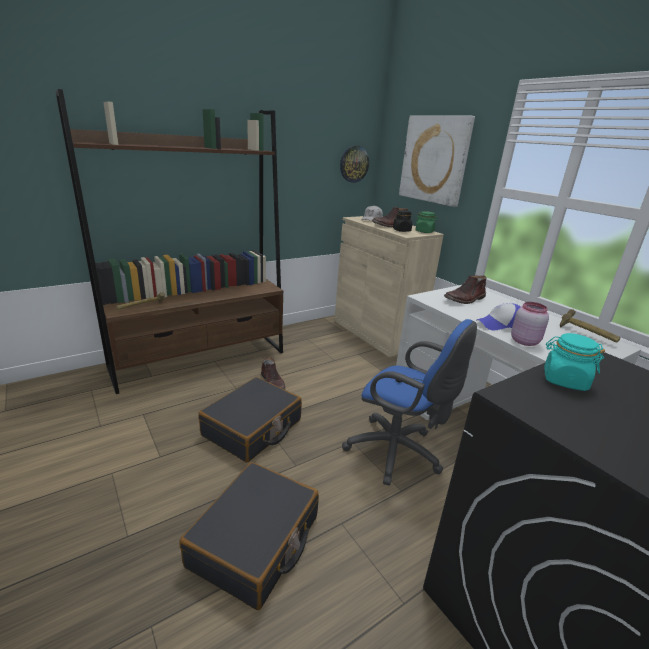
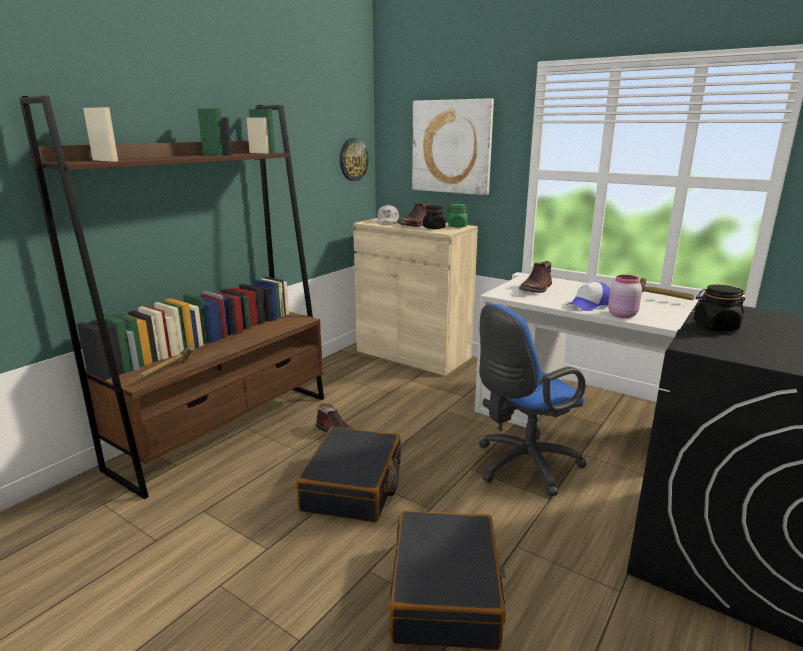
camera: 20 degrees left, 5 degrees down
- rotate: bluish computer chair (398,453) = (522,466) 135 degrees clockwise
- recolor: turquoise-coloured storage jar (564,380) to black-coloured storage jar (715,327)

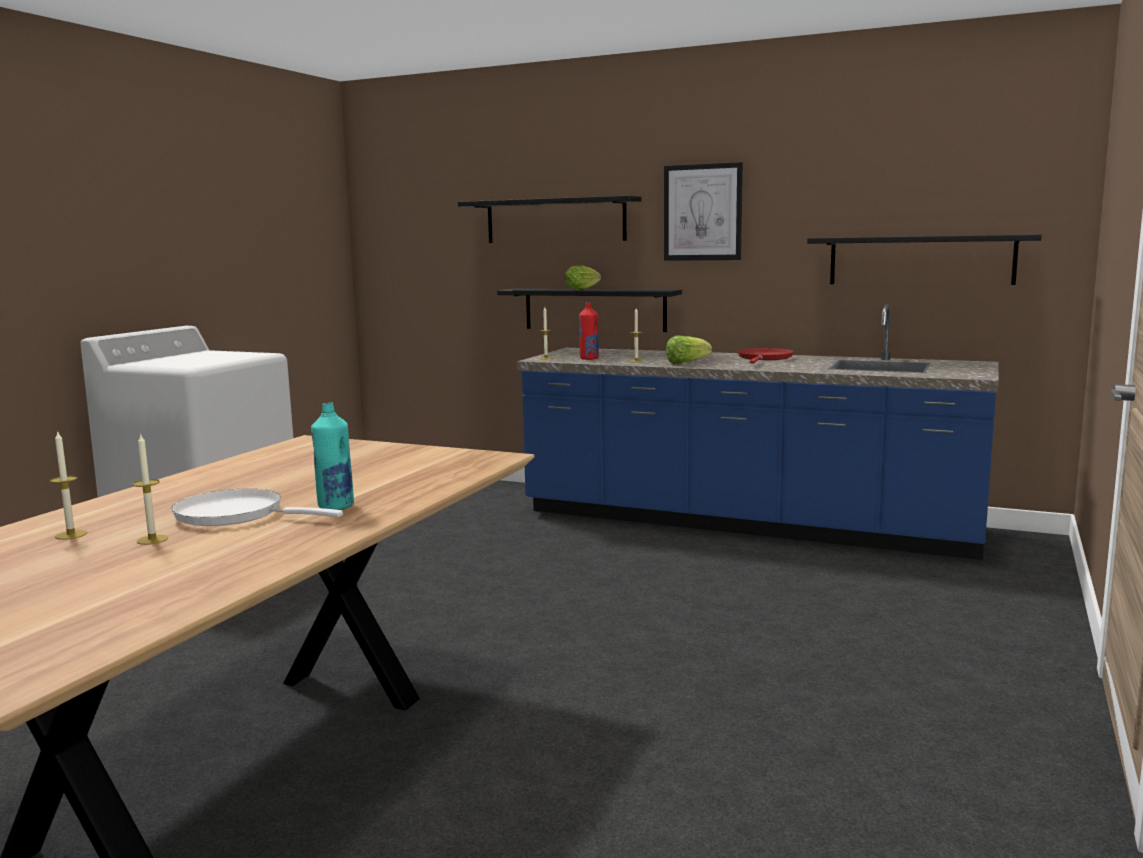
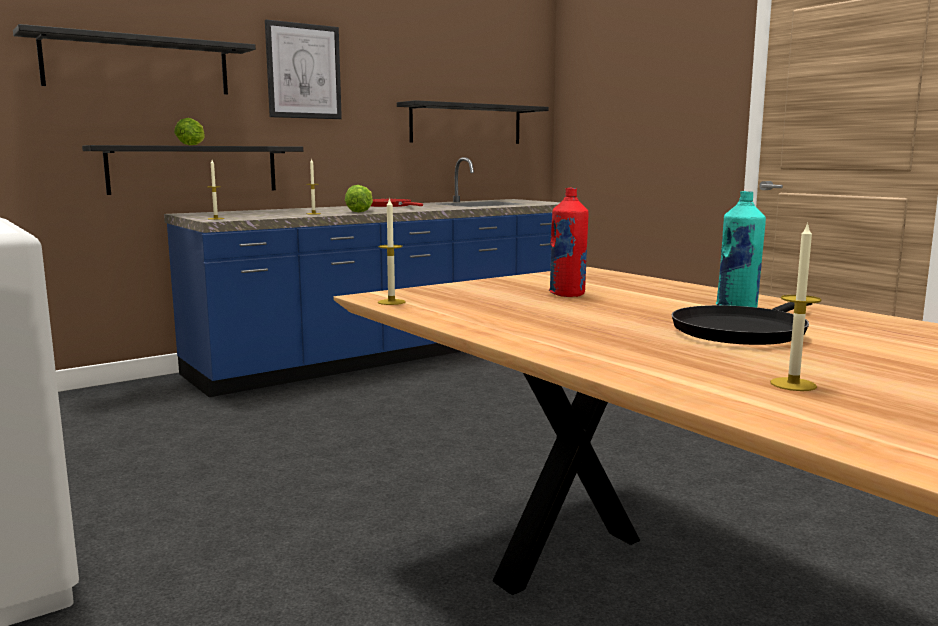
camera: 60 degrees left, 0 degrees up
- move: wax candle (152,540) to (391,302)
- recolor: white-coloured pan (236,515) to black-coloured pan (742,331)
- move: reddish drink bottle (589,358) to (567,294)

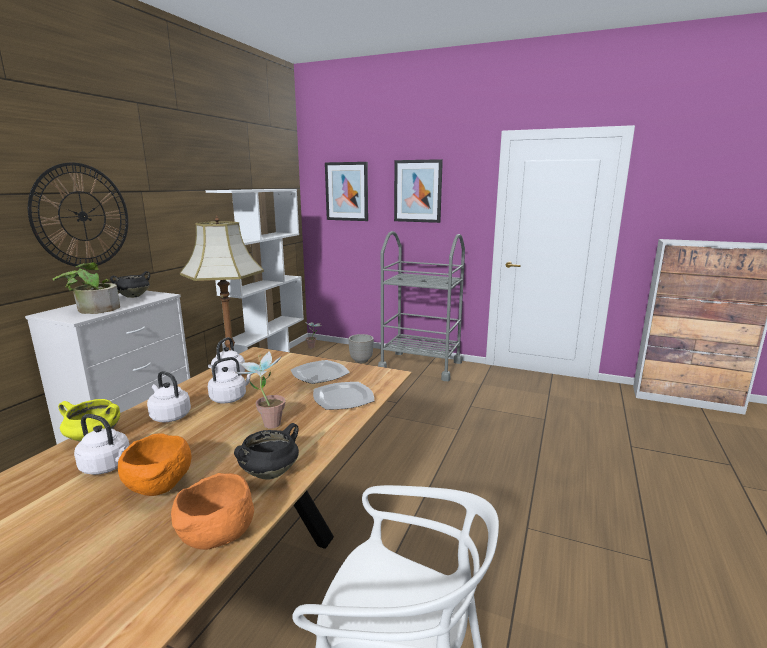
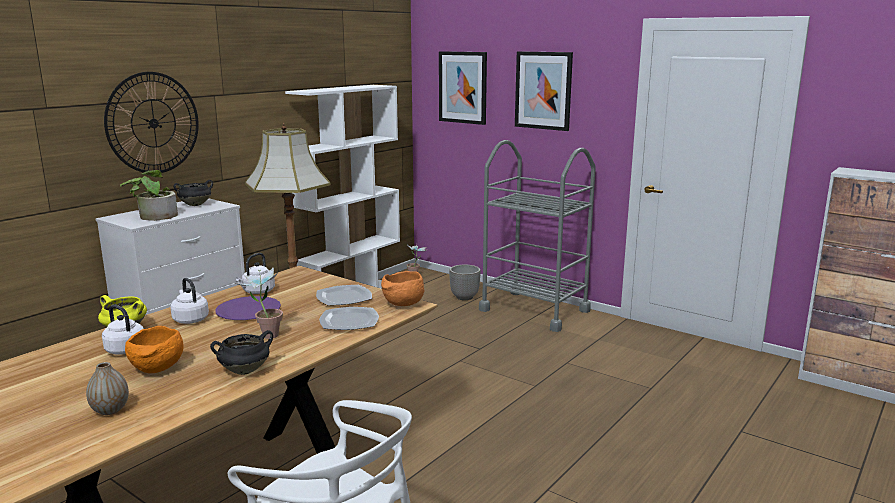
camera: 15 degrees right, 0 degrees up
- move: orange serving bowl (217,538) to (403,305)
- replace: white-coloured kettle (230,398) to purplish plate (248,310)
- insert: vase (110,410)

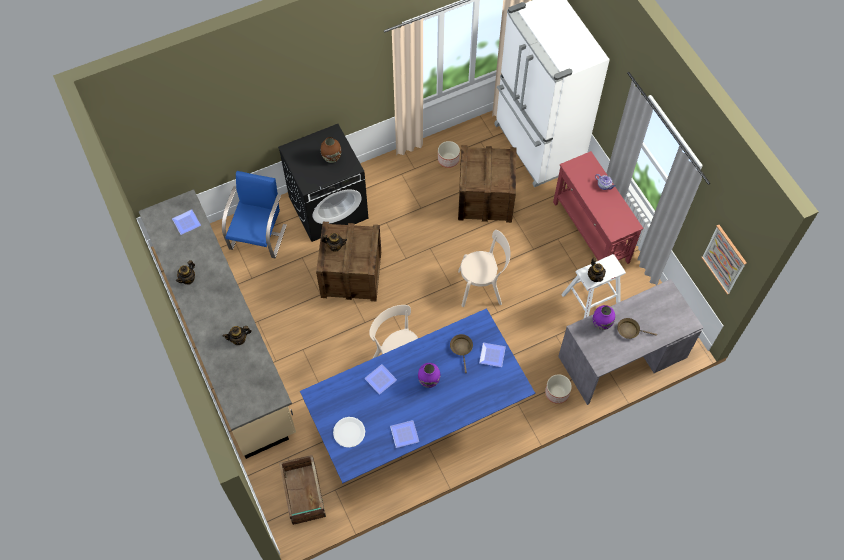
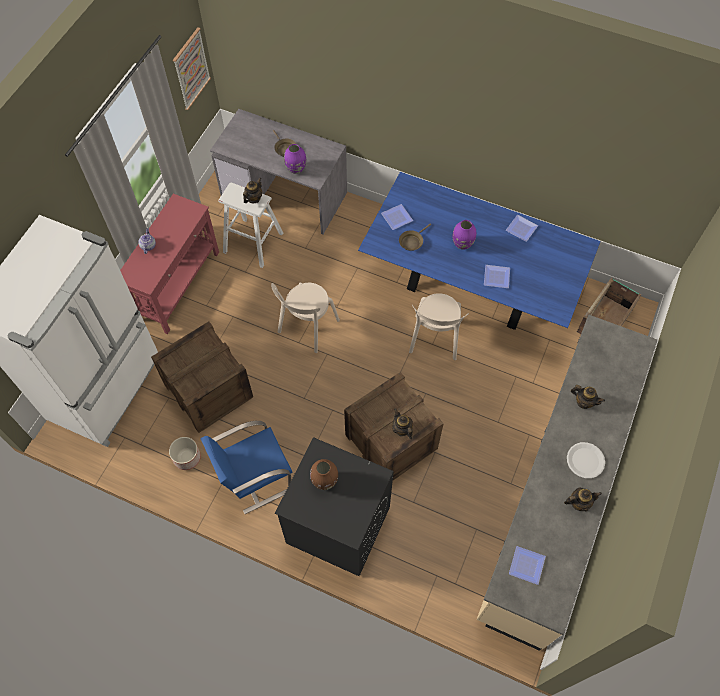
camera: 130 degrees left, 0 degrees up
- move: bluish chair (258,236) to (254,477)
- move: white-coloured plate (349,432) to (585,460)
- rotate: beige-coloured chair (482,287) = (307,328) 105 degrees counterclockwise
- delete: planter (556,392)

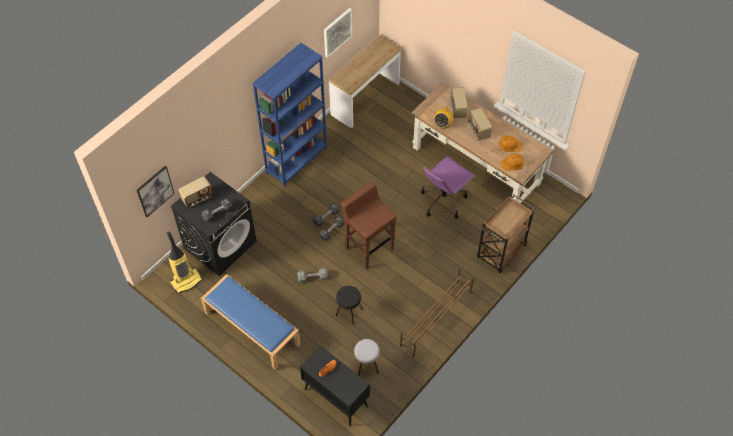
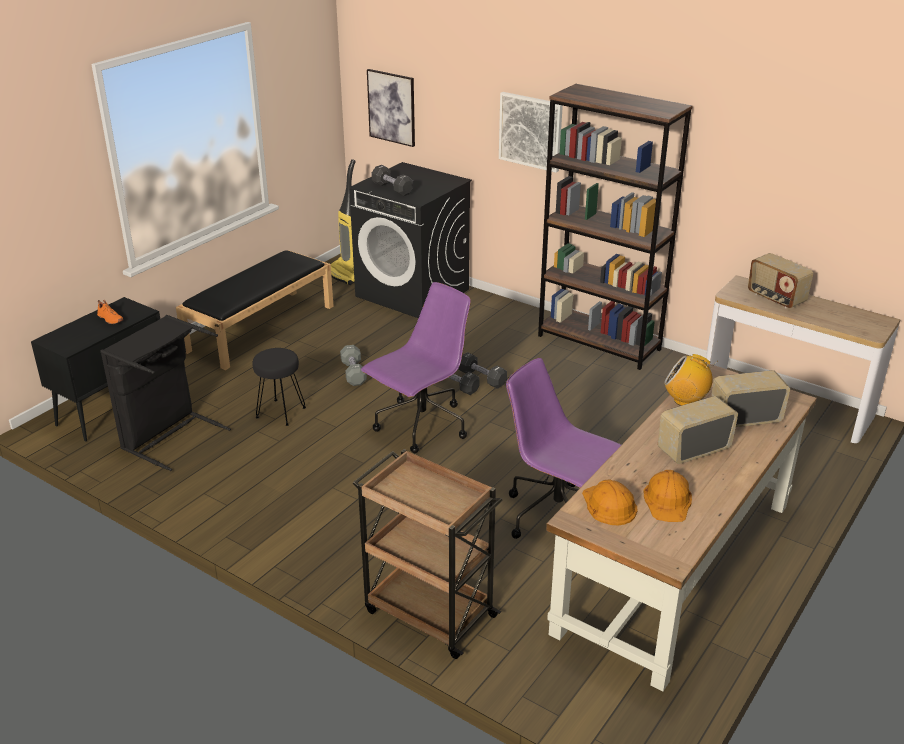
camera: 85 degrees right, 25 degrees down
- move: radio (197,198) to (775,298)
- recolor: bluish bench (251,328) to black-coloured bench (261,327)
- recolor: bluish bookcase (296,160) to brown-coloured bookcase (599,343)
- move: wall art (337,32) to (530,131)
- replace: brown-coloured sitting stool (368,248) to purplish computer chair (421,426)
- replace: grey sitting stool (366,365) to black-coloured laundry basket (169,436)
- delete: brown-coloured shoe shelf (435,319)

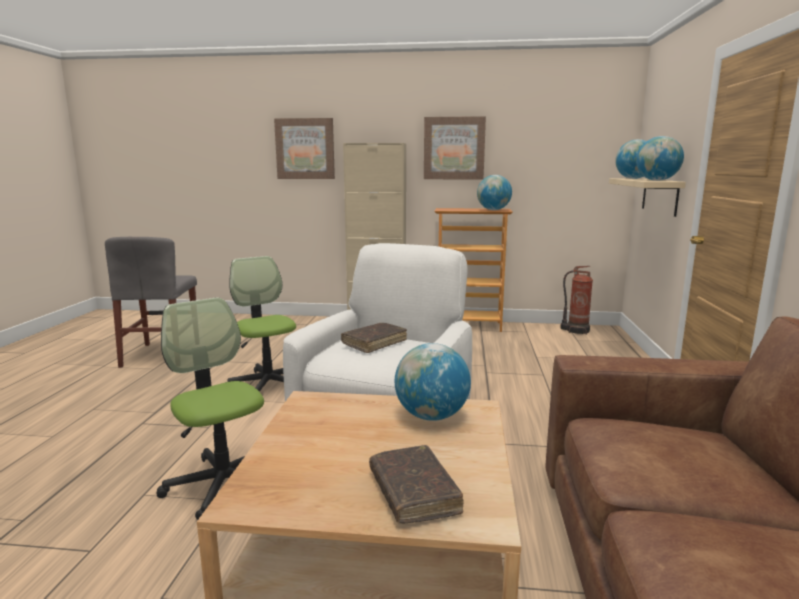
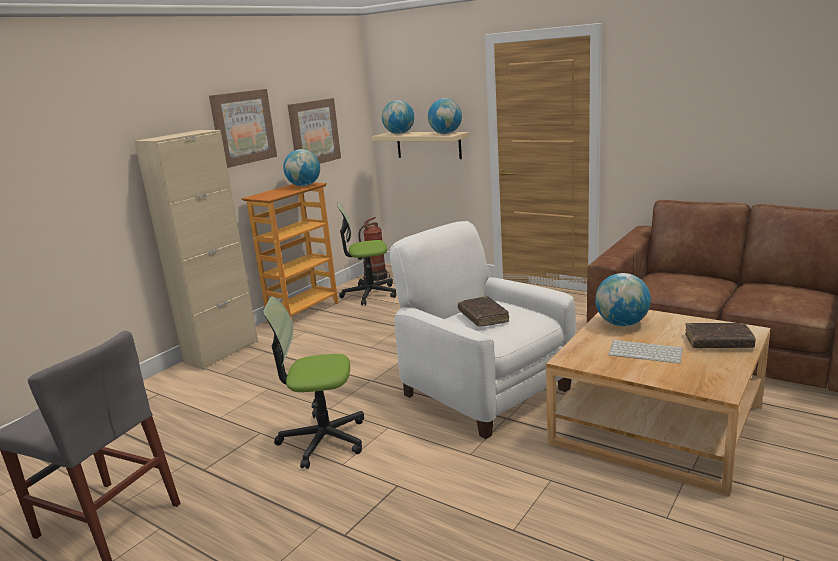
camera: 60 degrees left, 5 degrees up
- move: computer chair (223,483) to (369,294)
- move: wall art (305,149) to (313,132)
- insert: PC keyboard (646,352)

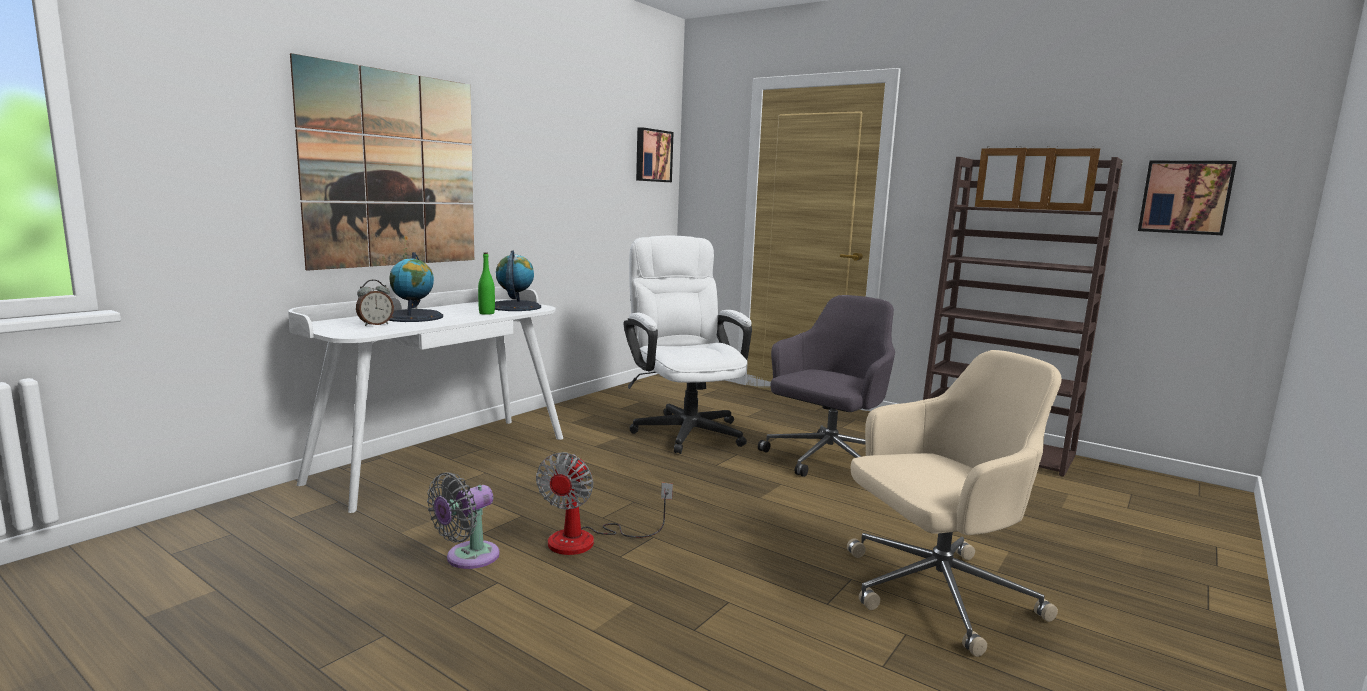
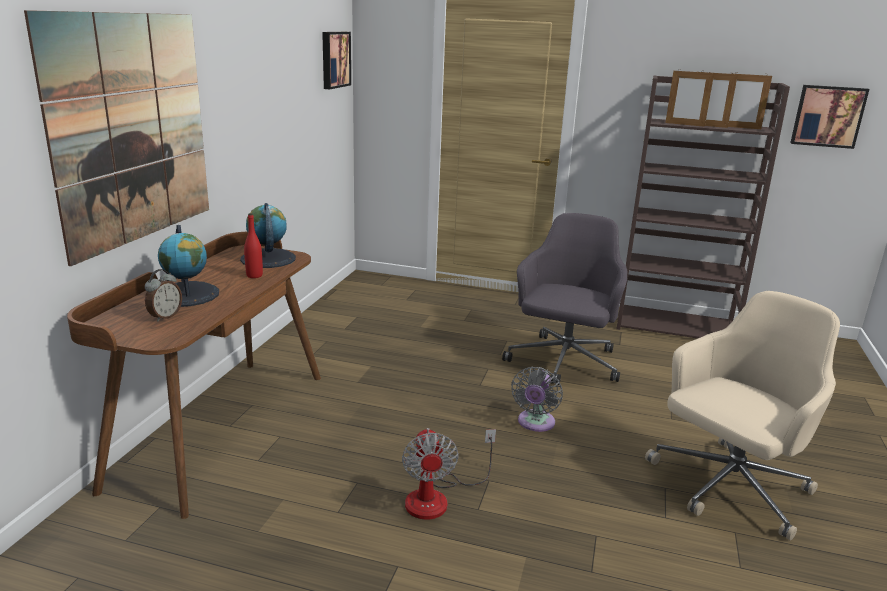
camera: 20 degrees left, 10 degrees up
- recolor: white-coloured desk (442,458) to brown-coloured desk (220,427)
- move: grey fan (467,558) to (535,423)
- recolor: green-coloured drink bottle (486,313) to reddish drink bottle (254,275)
- delete: white-coloured computer chair (684,429)

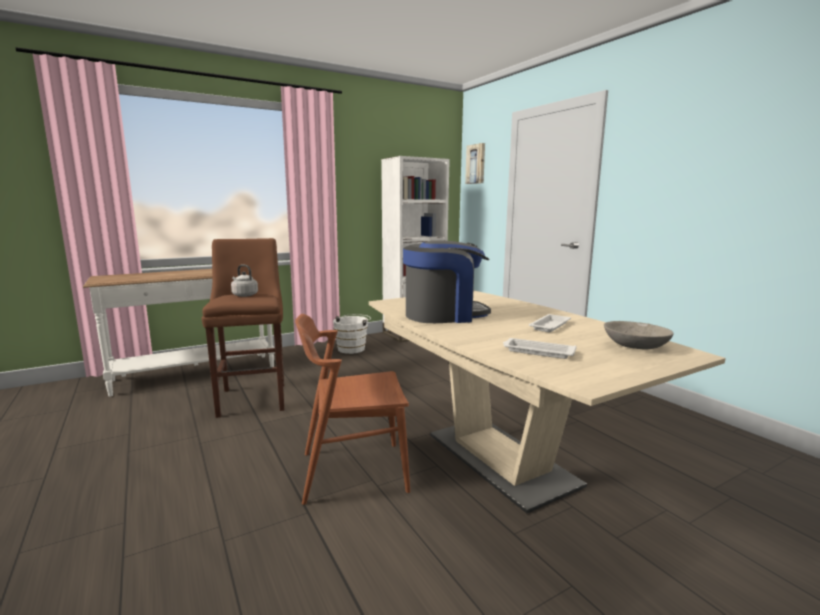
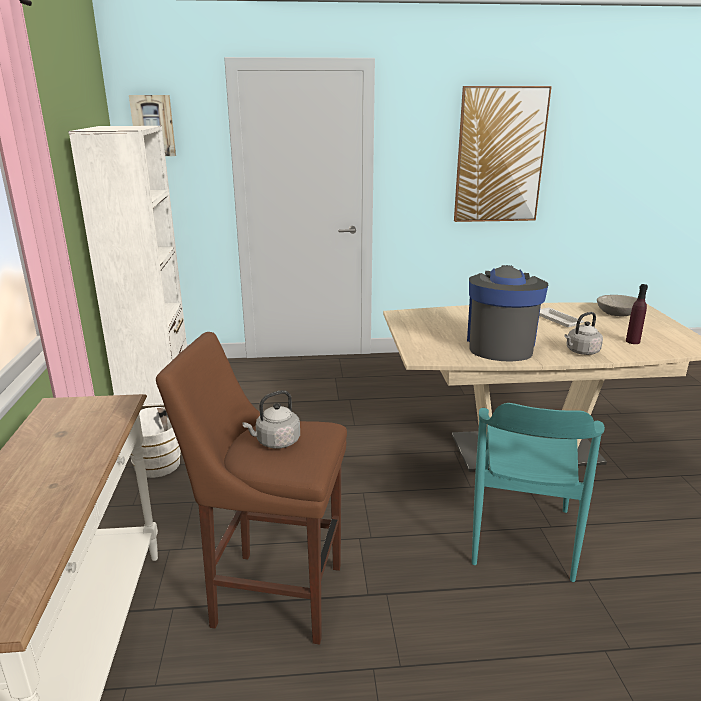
camera: 65 degrees left, 10 degrees up
- recolor: brown-coloured chair (353,471) to turquoise-coloured chair (521,536)
- replace: white-coloured carrying tray (537,352) to purplish drink bottle (632,341)
- insert: wall art (499,155)
- insert: grey kettle (581,352)

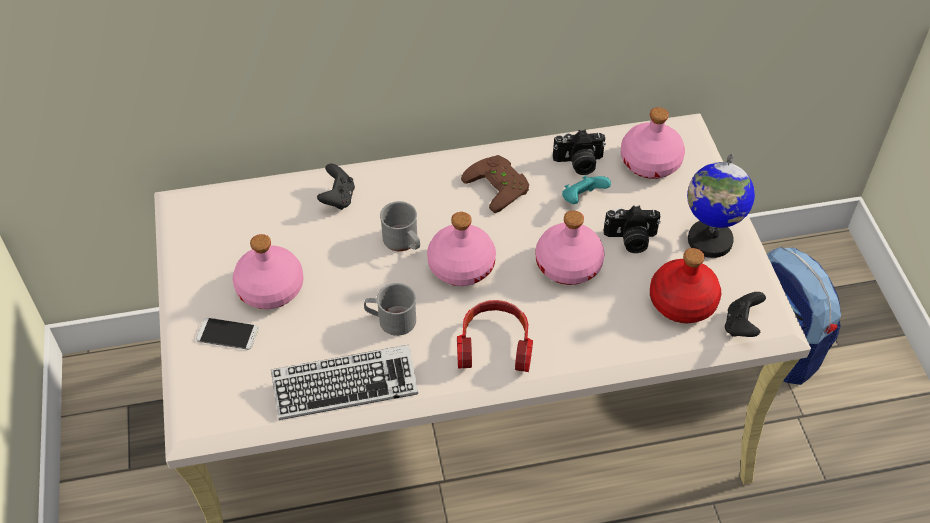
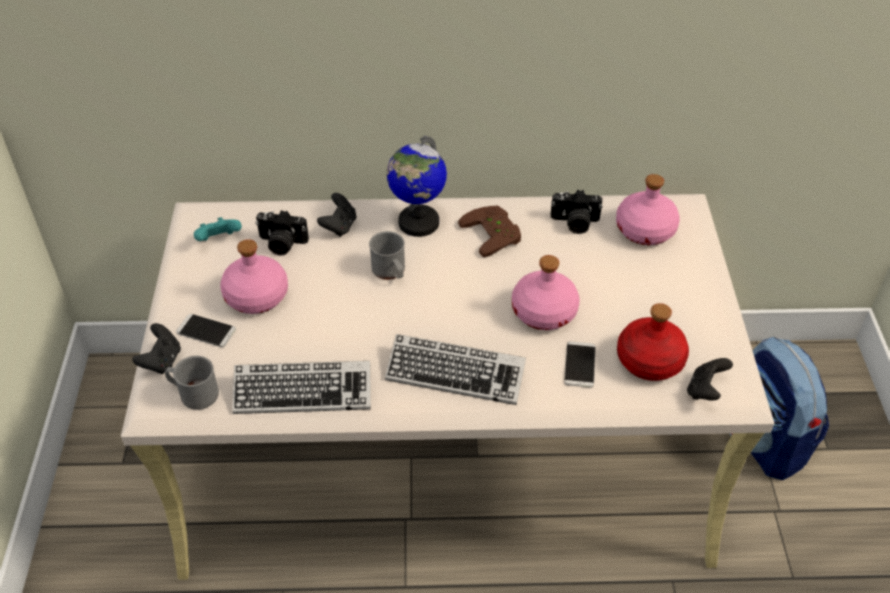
camera: 10 degrees right, 5 degrees down
- move: grey tea mug (391,320) to (194,393)
- delete: pink-coloured drink bottle (460,265)
- replace: pair of headphones (494,344) to PC keyboard (455,374)
- move: turquoise-coloured joypad (582,199) to (219,240)
- move: still camera (630,240) to (281,244)
- move: desk globe (709,240) to (418,222)
- insert: black-coloured joypad (162,361)
- insert: telephone (580,365)

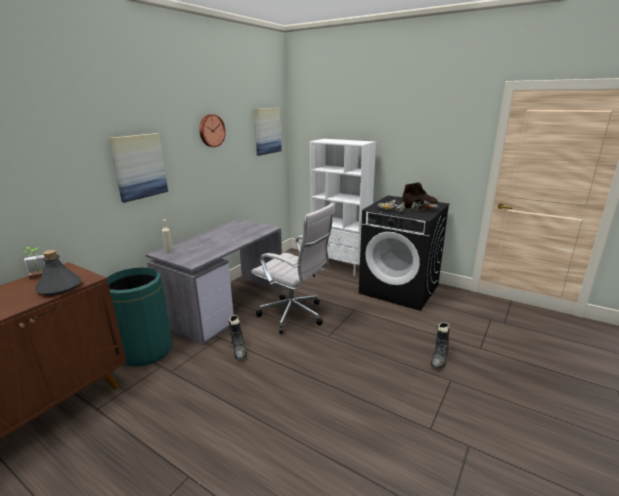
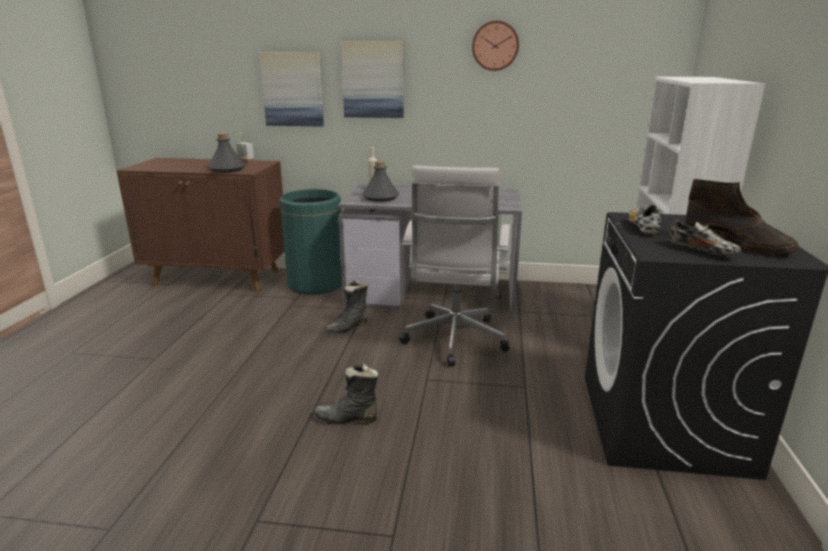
camera: 65 degrees right, 0 degrees up
- move: wall art (267,131) to (293,89)
- move: black-coloured tall boot (439,359) to (347,419)
- insert: grey drink bottle (380,198)

